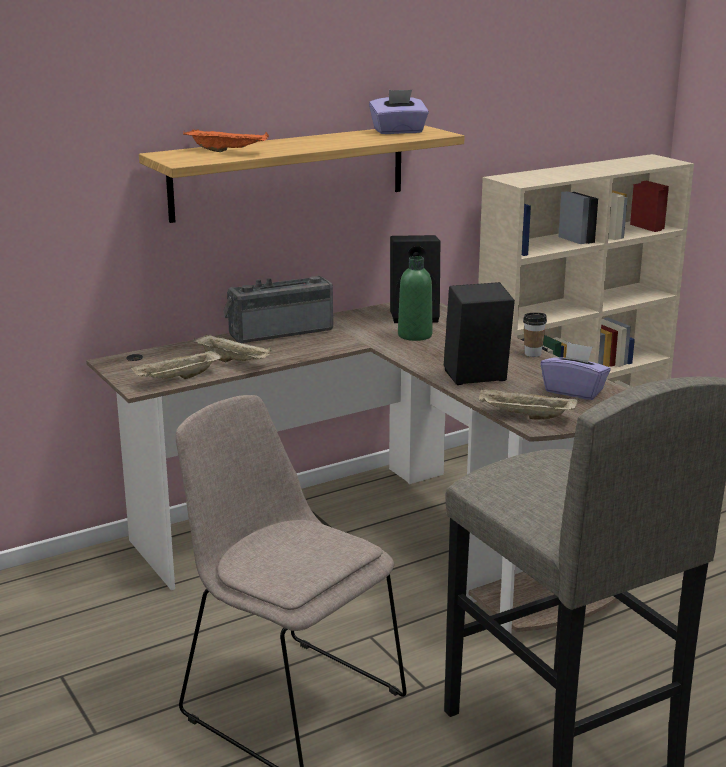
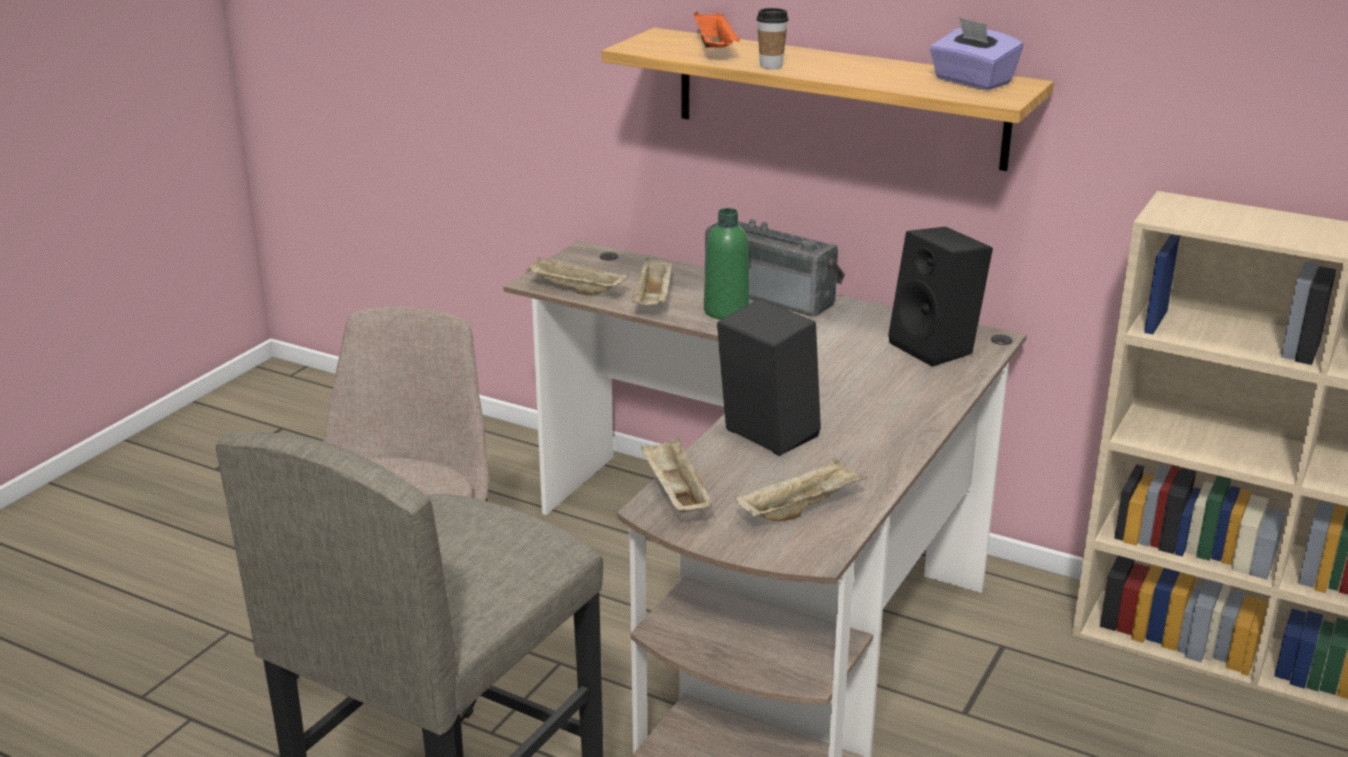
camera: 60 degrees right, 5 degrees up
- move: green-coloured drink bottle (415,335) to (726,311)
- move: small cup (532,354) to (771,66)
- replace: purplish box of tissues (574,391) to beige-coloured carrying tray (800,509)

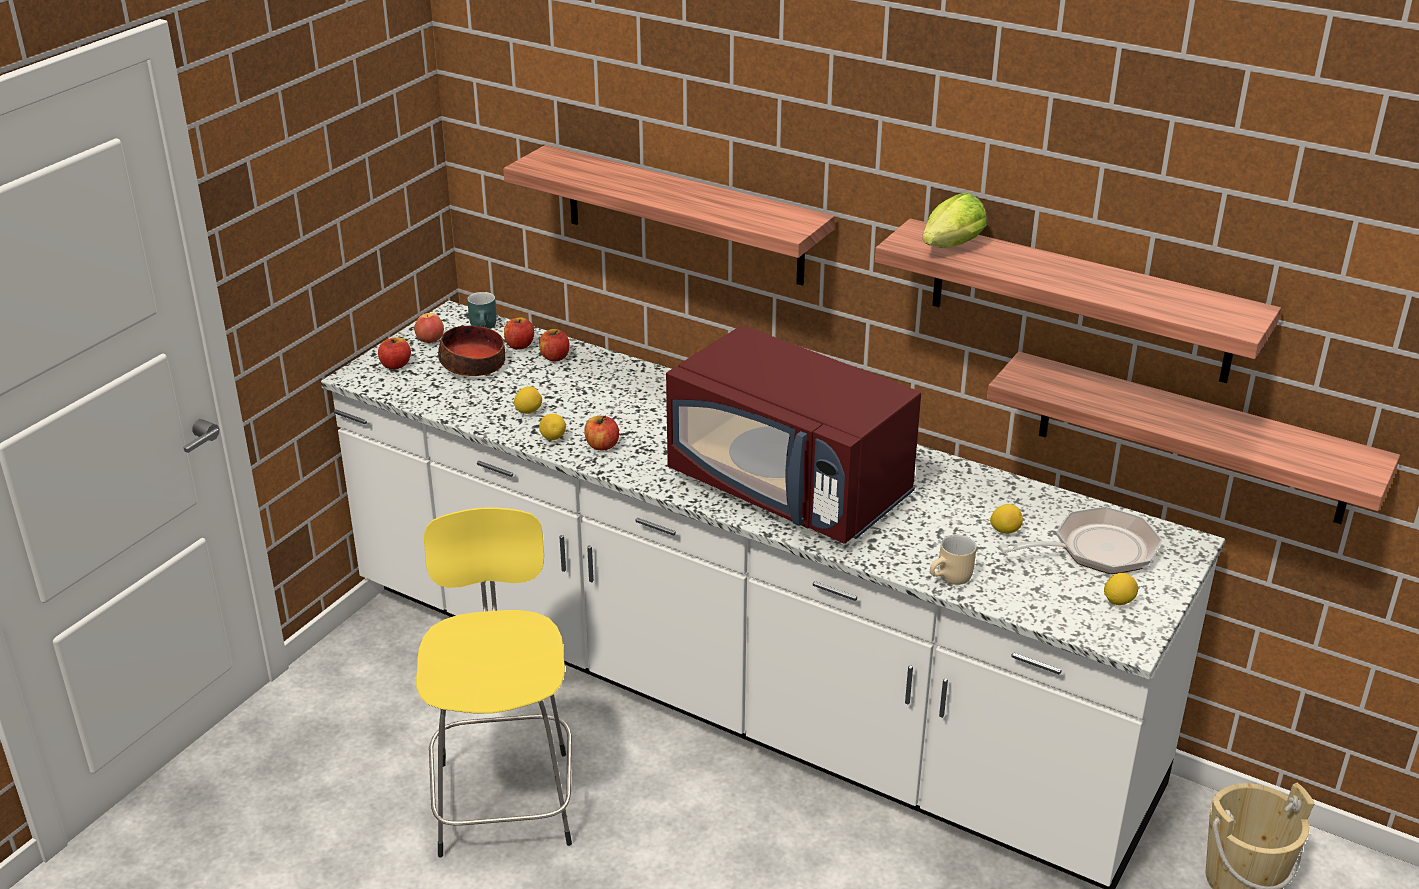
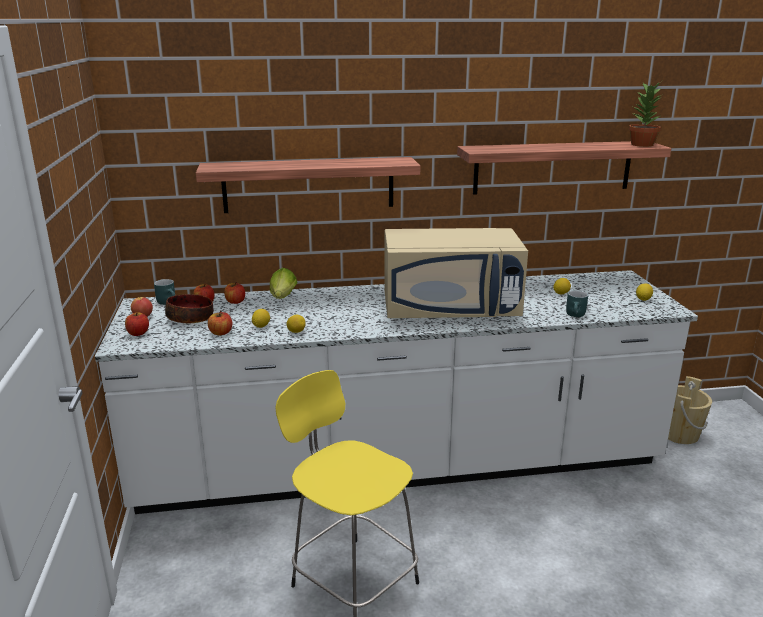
camera: 40 degrees left, 10 degrees down
- move: apple (602,445) to (221,333)
- recolor: reddish microwave (791,488) to beige-coloured microwave (451,310)
- move: lettuce (949,248) to (282,298)
- recolor: beige-coloured tea mug (952,579) to turquoise-coloured tea mug (576,315)
- delete: shelf (1191,438)
- delete: pan (1097,550)
- insert: plant in a pot (642,145)

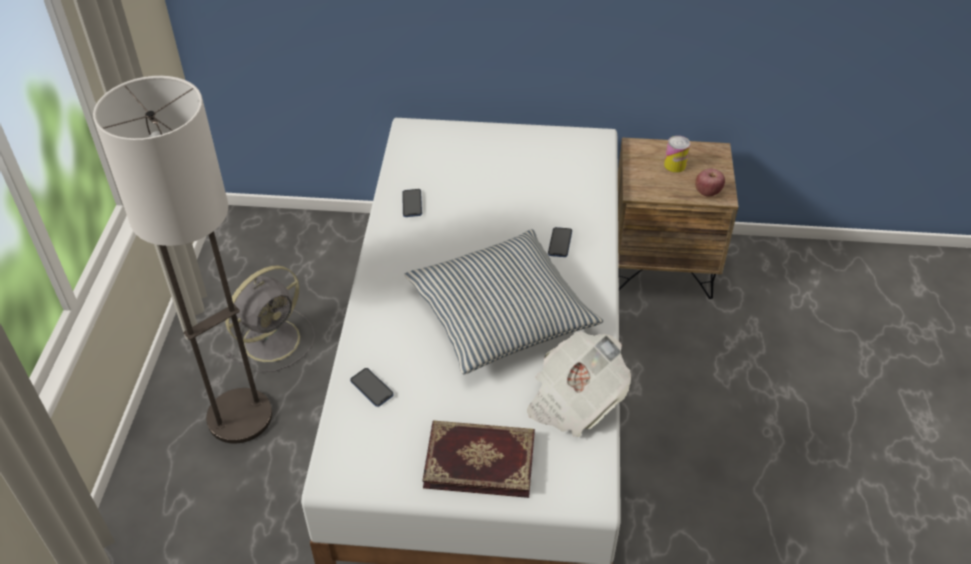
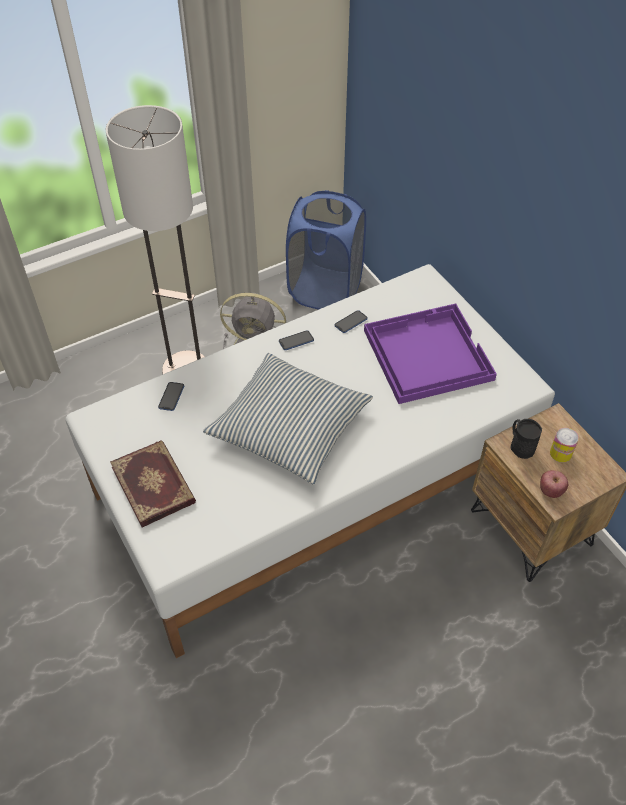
camera: 55 degrees right, 5 degrees up
- delete: newspaper (574,400)
- move: telephone (560,243) to (296,341)
- insert: bluish laundry basket (325,290)
- insert: purplish carrying tray (426,354)
- insert: black-coloured tea mug (520,445)

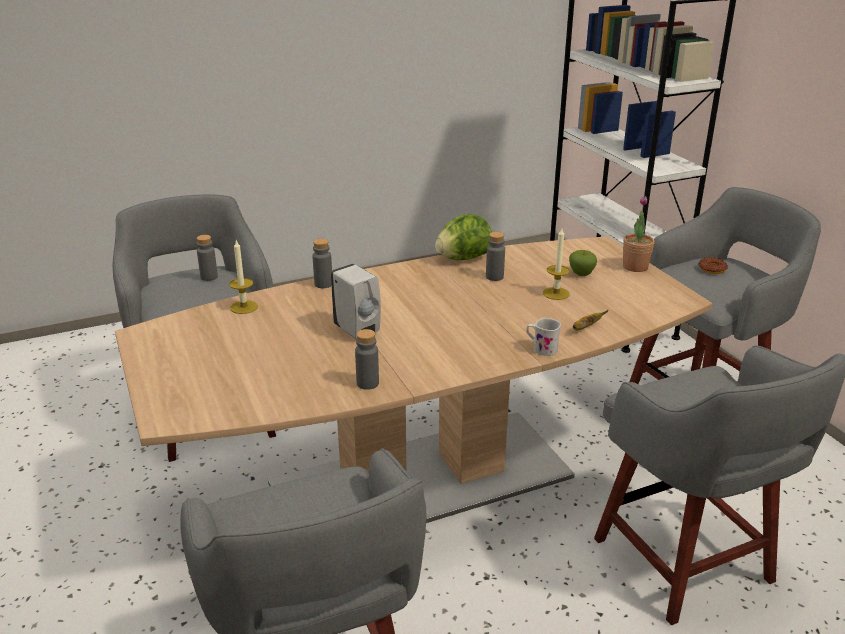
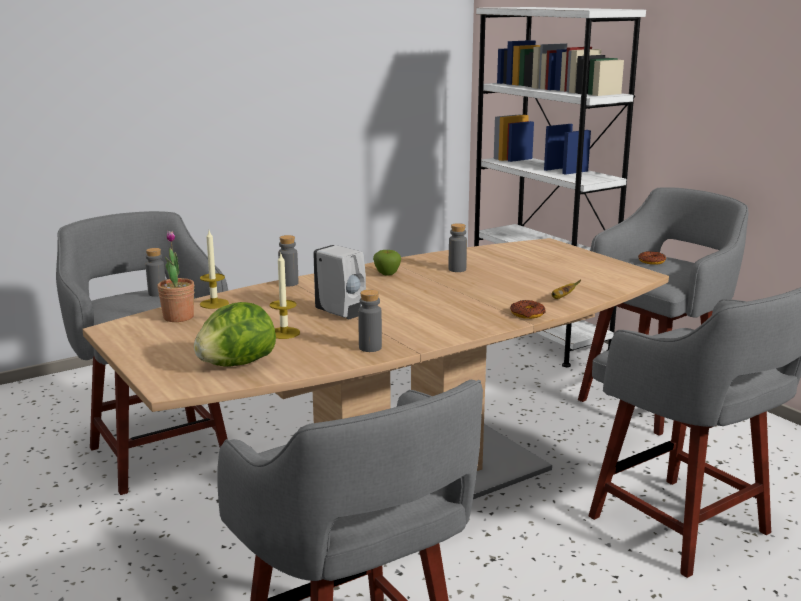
camera: 10 degrees left, 10 degrees down
- move: lettuce (463,258) to (236,364)
- replace: white-coloured tea mug (541,349) to ring doughnut (527,314)
- move: wax candle (556,293) to (284,333)
- move: apple (581,274) to (387,274)
- move: plant in a pot (635,267) to (178,317)

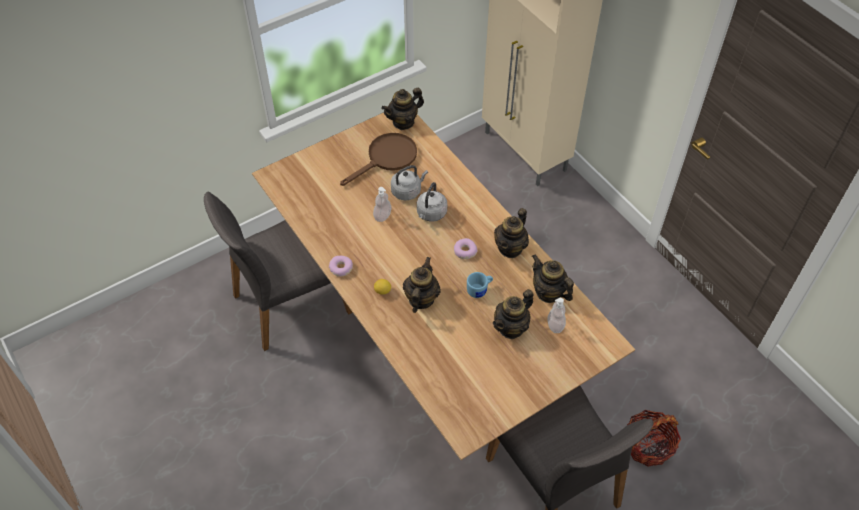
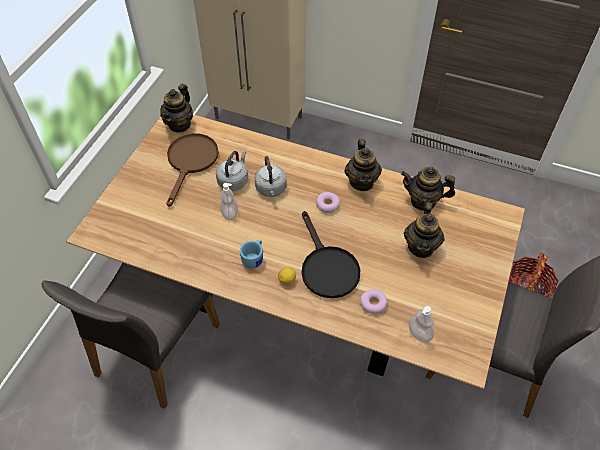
camera: 35 degrees left, 0 degrees up
- move: ring doughnut (341,268) to (373,304)
- replace: tea pot (421,299) to black-coloured pan (326,267)
- move: bluish tea mug (479,290) to (254,258)
- move: soap bottle (555,325) to (419,334)

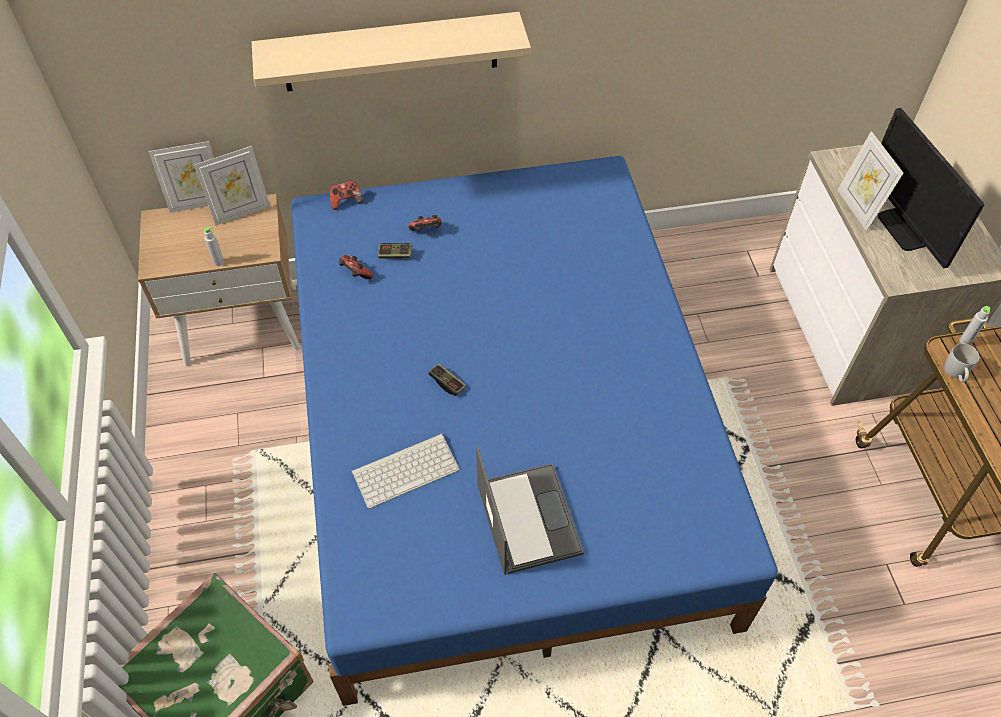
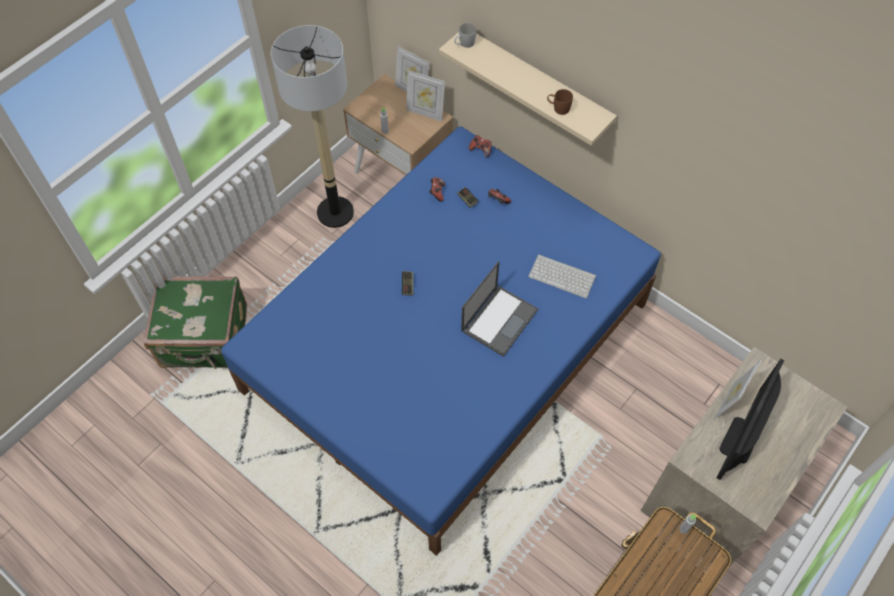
camera: 50 degrees right, 5 degrees up
- move: PC keyboard (406,469) to (563,276)
- move: notebook computer (527,517) to (499,319)
- move: white-coloured tea mug (956,374) to (464,44)
- insert: standard lamp (335,212)
- insert: brown-coloured tea mug (558,108)

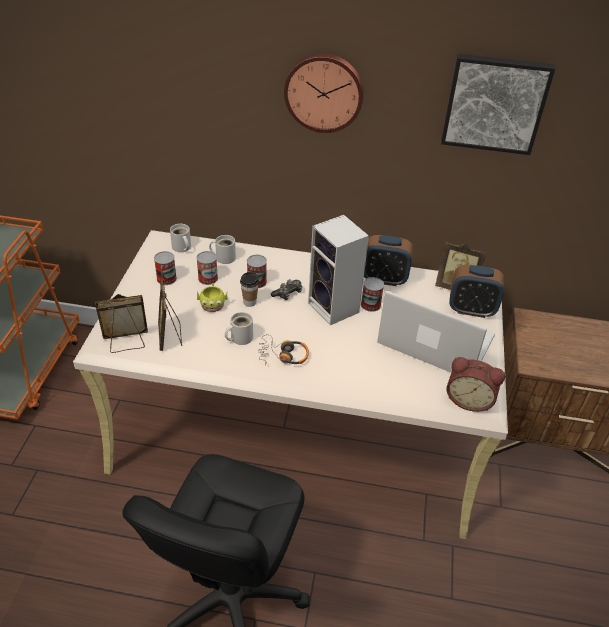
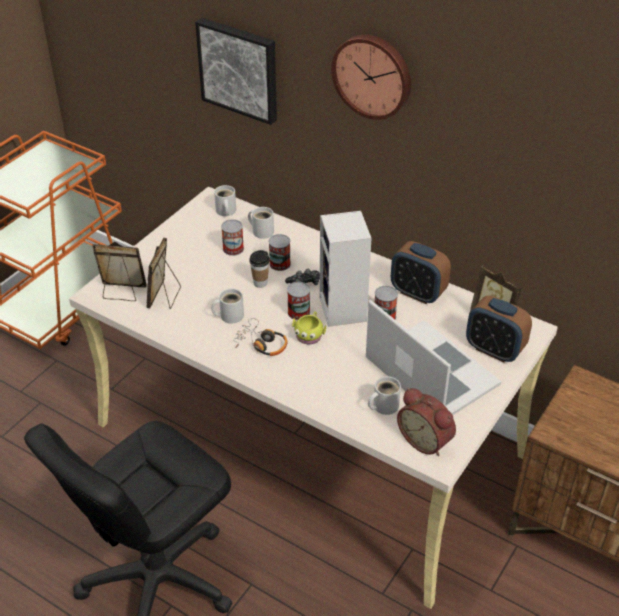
camera: 25 degrees right, 0 degrees up
- move: sealed can (166,279) to (298,312)
- move: yellow-coloured tea mug (212,304) to (309,334)
- move: wall art (495,103) to (239,69)
- insert: white-coloured tea mug (383,405)

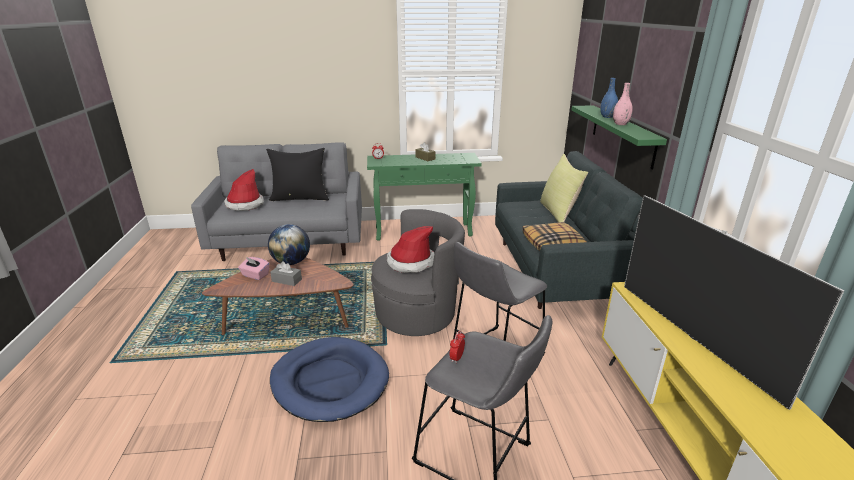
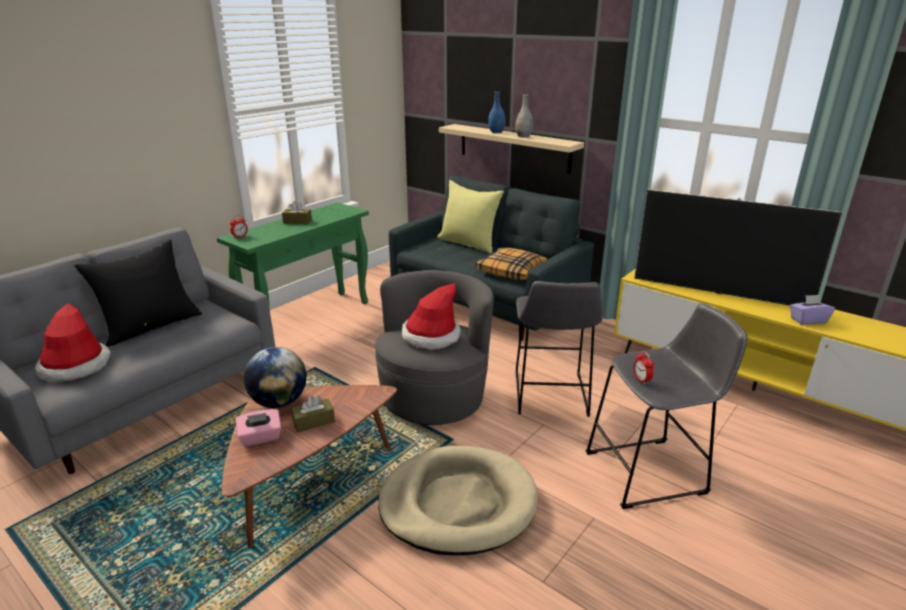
camera: 45 degrees left, 0 degrees up
- recolor: grey box of tissues (287,280) to brown-coloured box of tissues (313,422)
- recolor: bluish pet bed (330,381) to beige-coloured pet bed (458,503)
- recolor: green-coloured shelf (622,135) to beige-coloured shelf (514,148)
- recolor: pink-coloured vase (620,124) to grey vase (523,136)
- insert: purplish box of tissues (807,320)

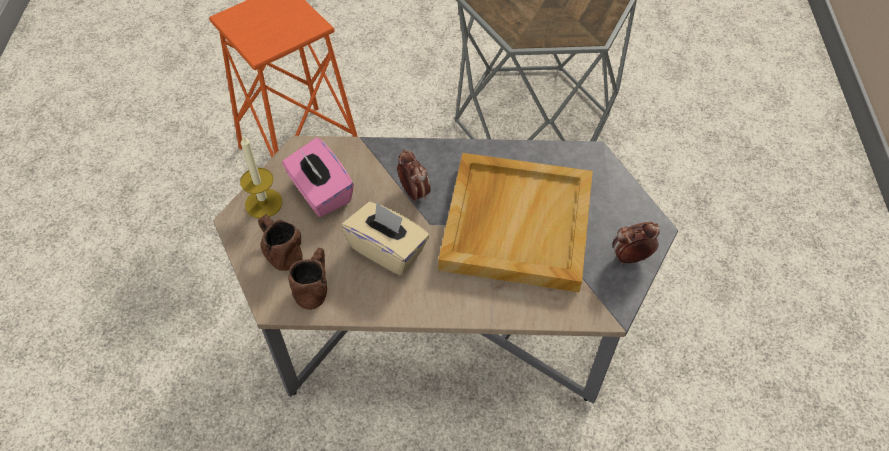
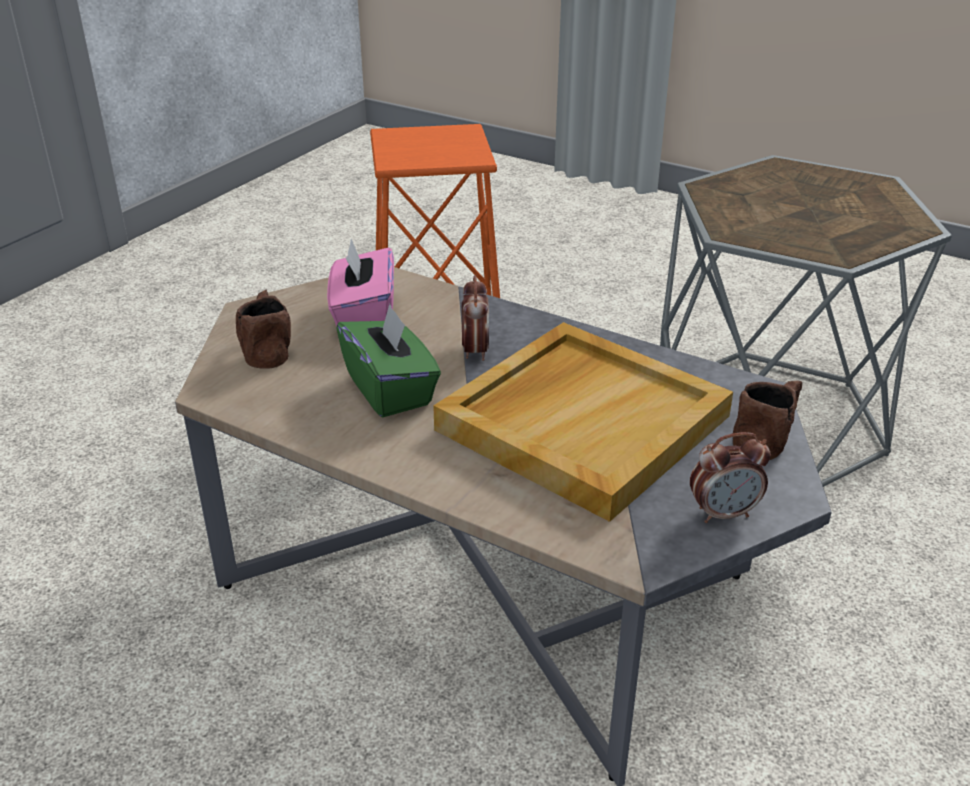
camera: 30 degrees right, 20 degrees down
- delete: wax candle (263,203)
- move: brown-coloured tea mug (315,286) to (767,439)
- recolor: beige-coloured box of tissues (387,250) to green-coloured box of tissues (390,390)
- rotate: table clock (630,257) = (723,513) 150 degrees clockwise

